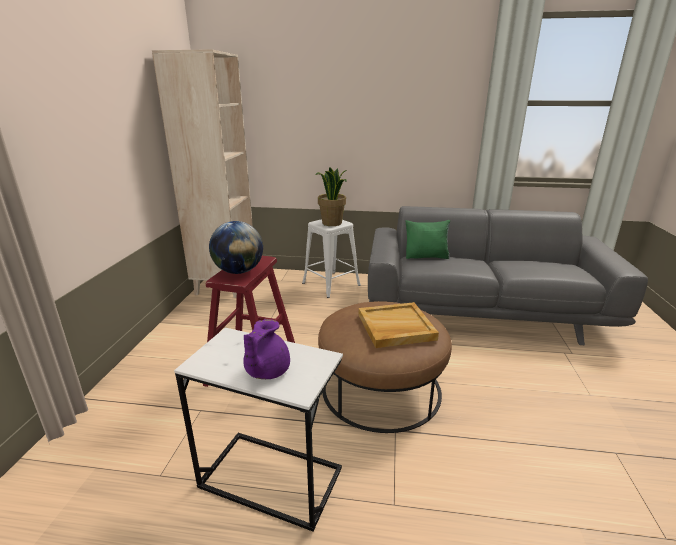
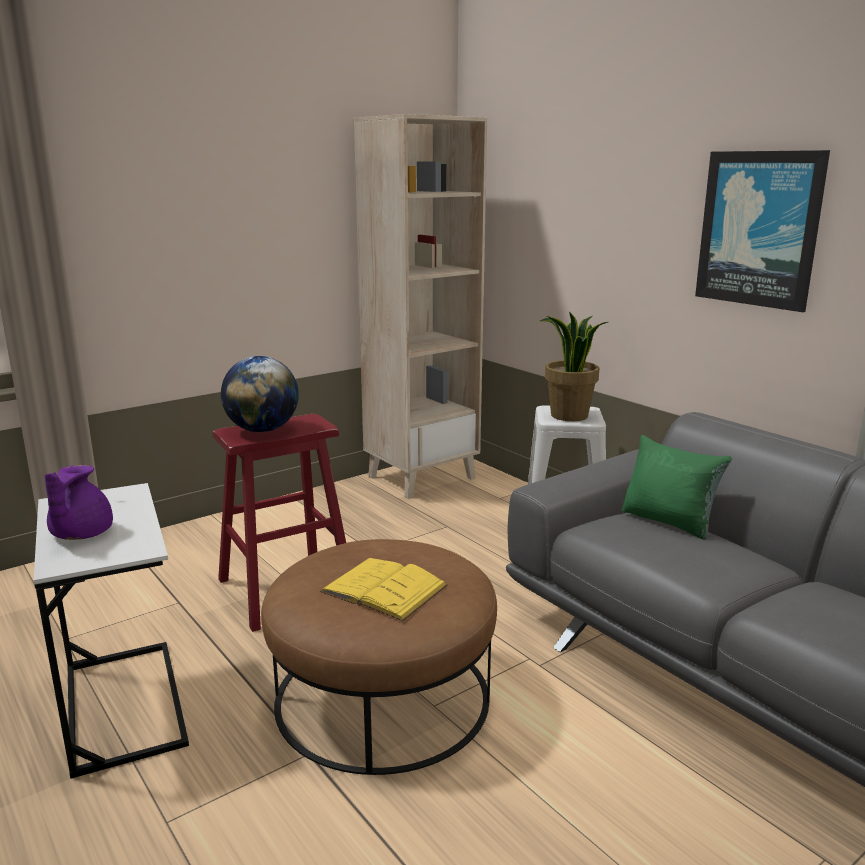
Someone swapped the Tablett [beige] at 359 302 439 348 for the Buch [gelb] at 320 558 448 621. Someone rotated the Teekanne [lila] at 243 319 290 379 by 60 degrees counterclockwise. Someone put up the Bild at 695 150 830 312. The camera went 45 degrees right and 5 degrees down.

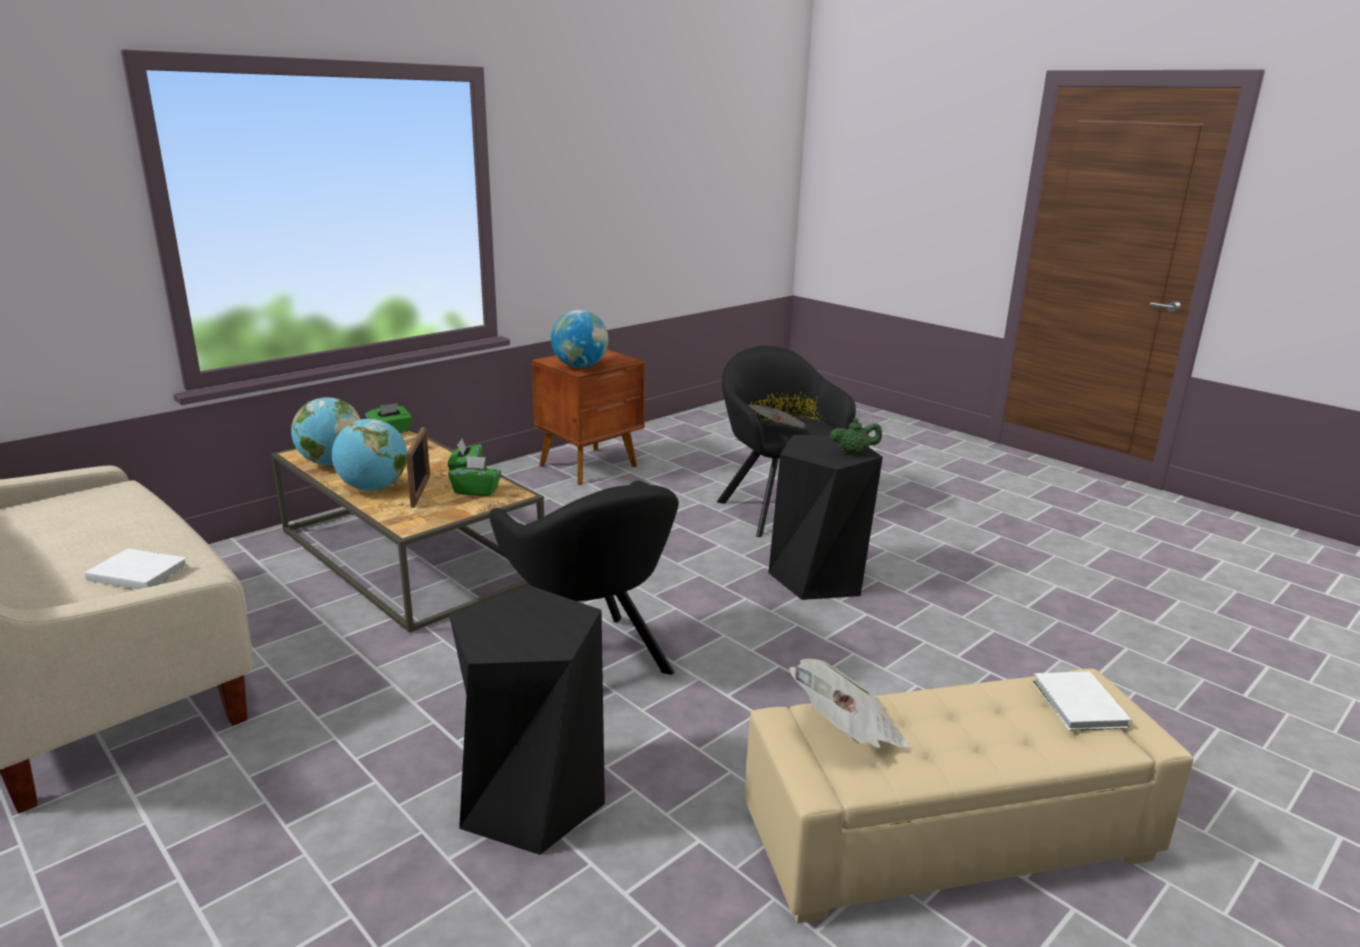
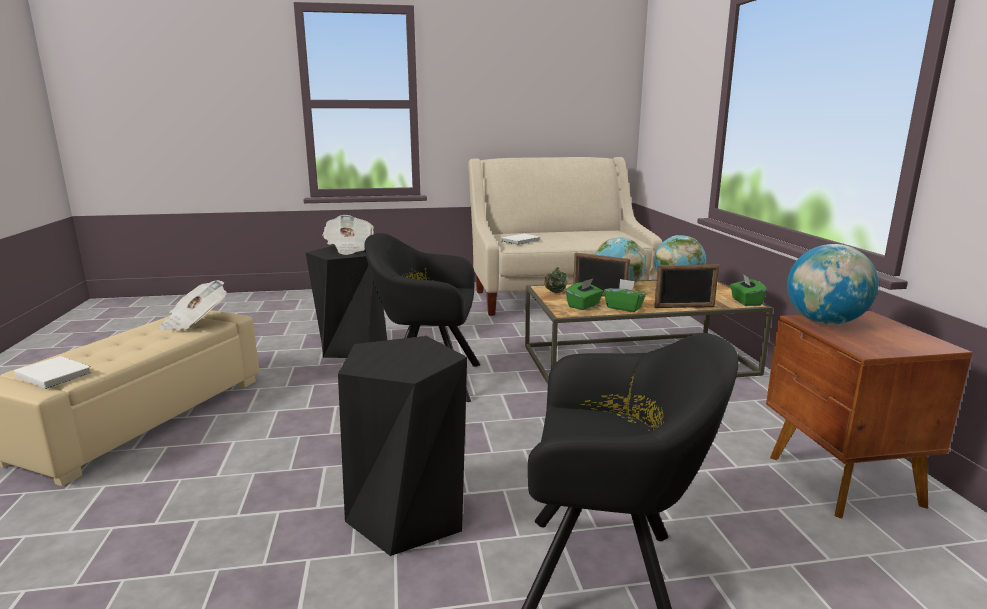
Someone carried the Zeitung from 748 405 807 428 to 322 215 374 255. Someone carried the Teekanne [grün] from 829 418 882 454 to 544 267 567 293. Someone put down the Bilderrahmen at 654 264 719 308. The camera went 125 degrees right and 5 degrees down.

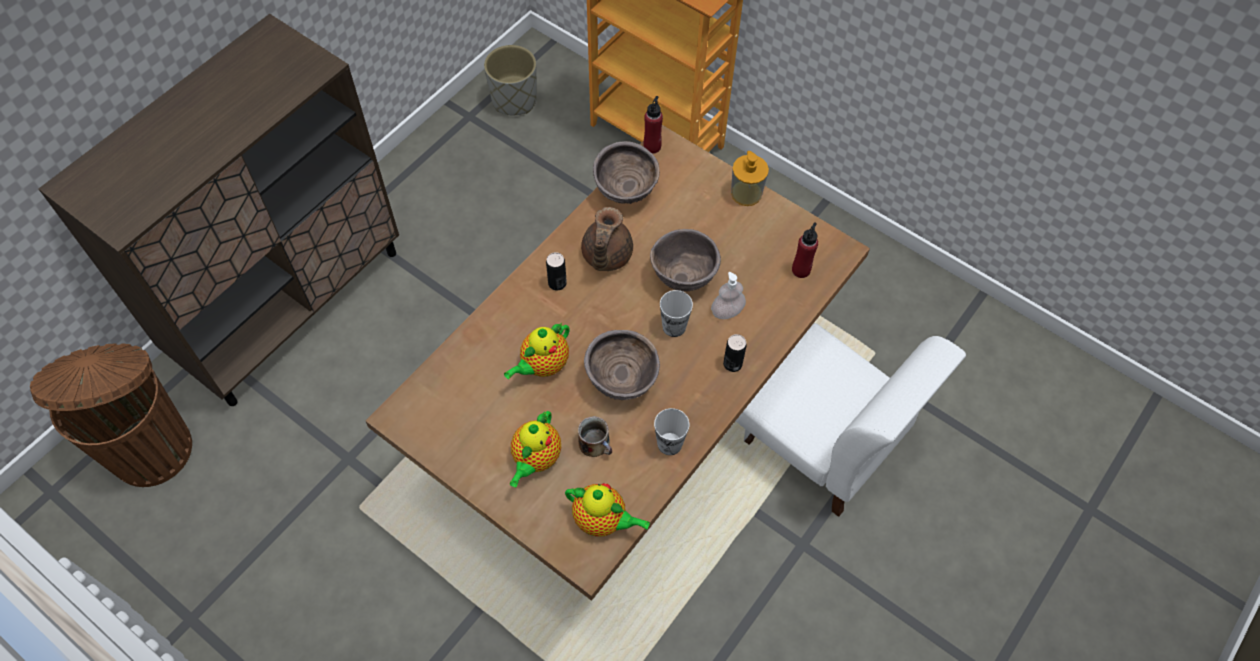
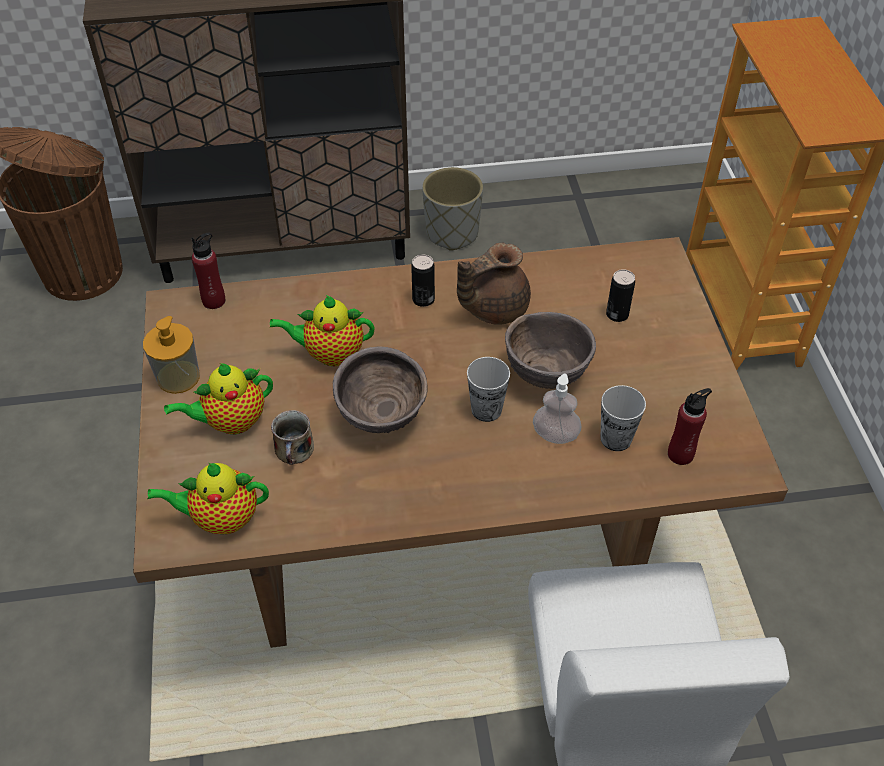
Someone carried the Pflanzkübel [grau] from 484 45 537 115 to 422 167 483 251. Someone carried the Flasche [rot] from 643 96 663 154 to 191 233 225 309. Someone took away the Schüssel [braun] at 593 141 660 204. Someone carried the Seifenspender from 731 151 769 206 to 143 316 200 394. Someone carried the Dose from 723 334 747 372 to 606 269 635 322. Someone carried the Tasse from 654 408 689 455 to 601 385 646 451. Someone rotated the Teekanne at 565 483 650 536 by 105 degrees clockwise. The camera went 45 degrees right and 10 degrees down.

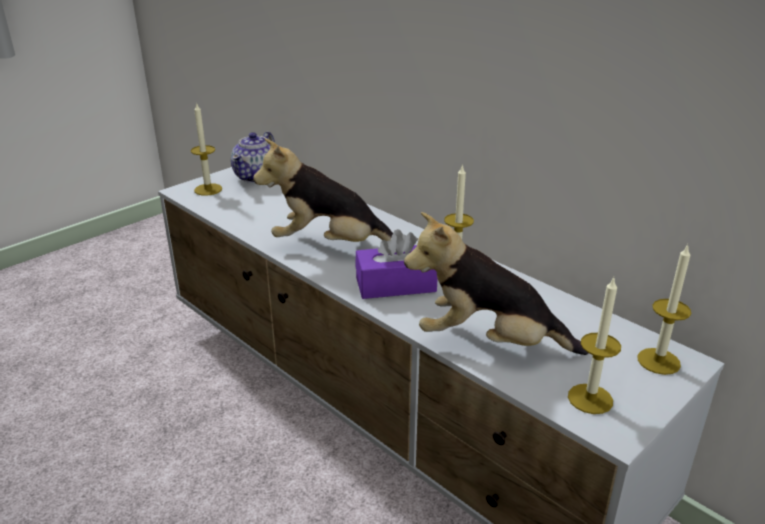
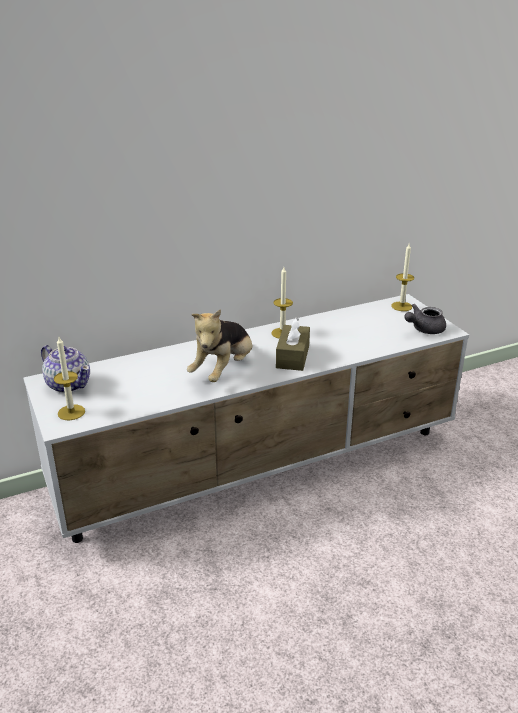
Someone took away the Plüschtier at 404 212 589 355. Someone repainted the Taschentuchbox [lila] at 355 229 437 299, which became the Taschentuchbox [braun] at 276 317 310 371. Someone swapped the Kerze at 568 278 621 414 for the Teekanne [grau] at 404 304 446 334. The camera went 70 degrees left and 0 degrees up.

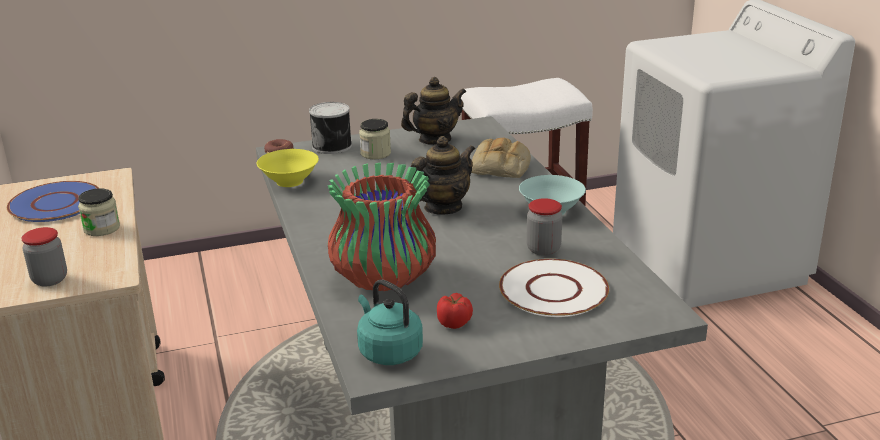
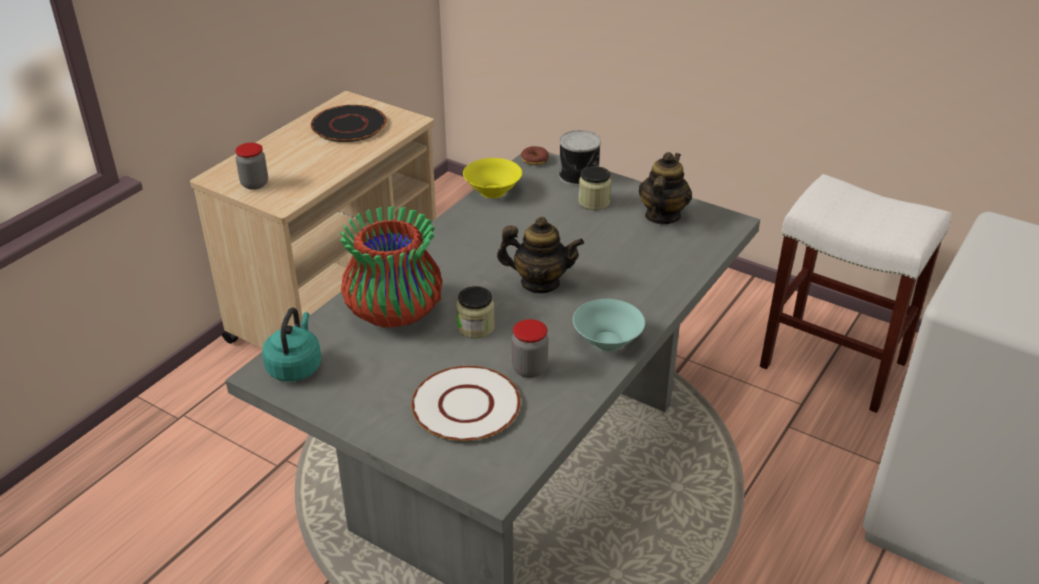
Someone rotated the Teekanne at 401 77 466 145 by 90 degrees counterclockwise. Someone took away the Brot at 472 138 531 178. Someone repainted the Teller [blau] at 7 181 99 222, which became the Teller [schwarz] at 311 105 387 142. Someone carried the Vorratsglas from 78 188 120 236 to 456 286 495 339. Someone took away the Tomate at 437 293 473 329. The camera went 50 degrees right and 10 degrees up.

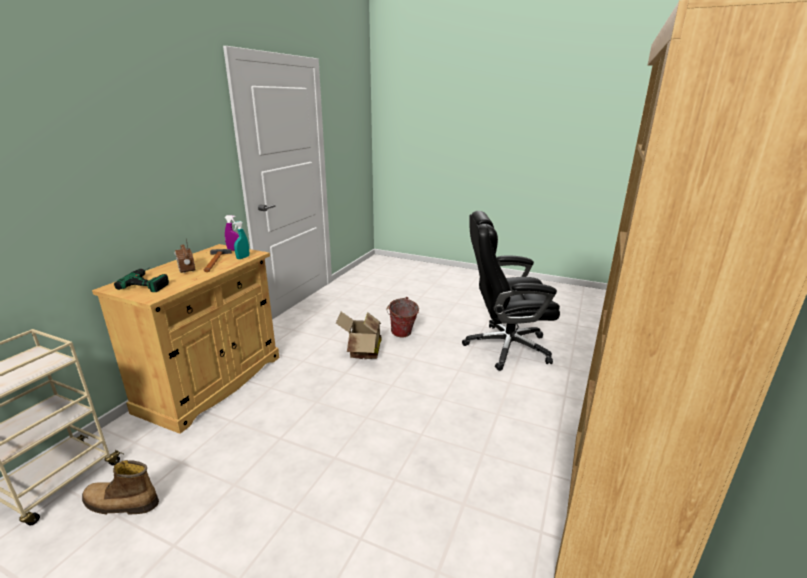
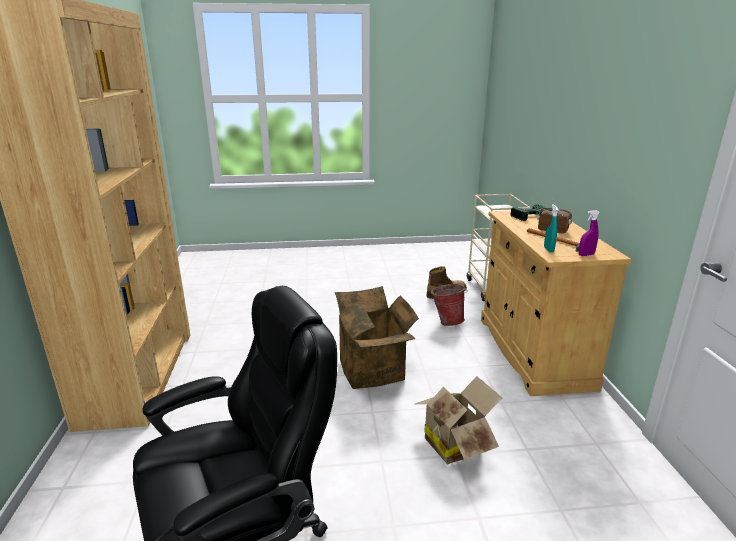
Someone carried the Eimer from 387 297 419 338 to 431 284 468 326. Someone put down the Karton at 335 286 419 389. The camera went 150 degrees right and 0 degrees up.

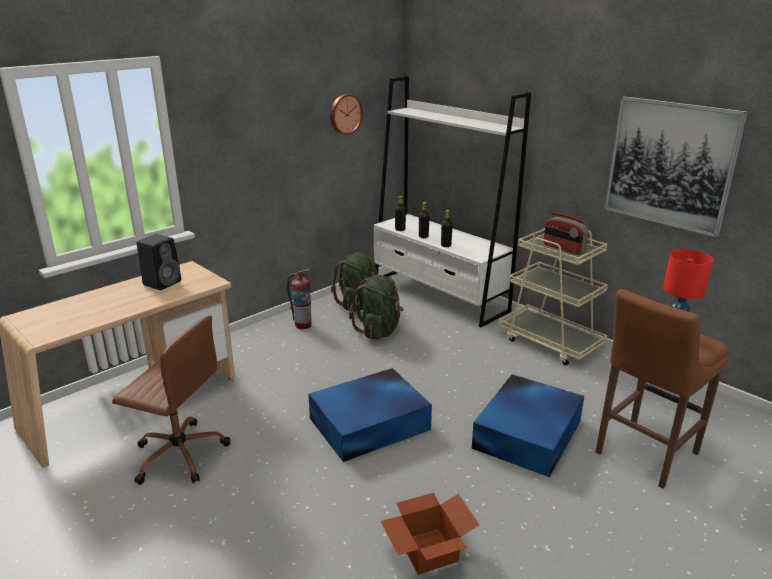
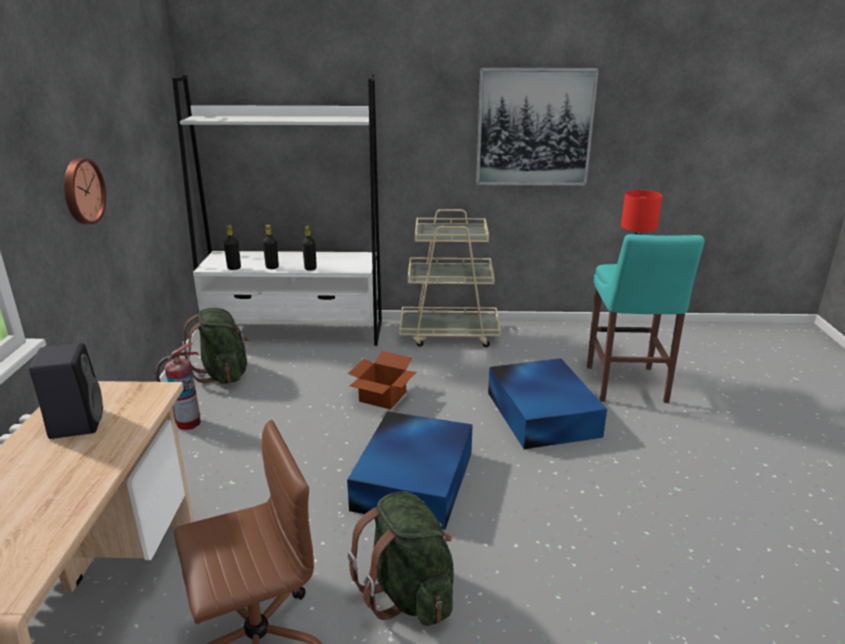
Someone carried the Wanduhr from 330 94 363 135 to 64 158 106 224. Someone took away the Radio at 543 212 589 255. Someone carried the Rucksack [grün] from 349 275 404 339 to 348 491 454 626. Someone repainted the Hocker [braun] at 595 289 729 489, which became the Hocker [türkis] at 587 234 704 403. Someone carried the Karton from 381 493 479 575 to 348 351 416 410. The camera went 45 degrees left and 0 degrees up.

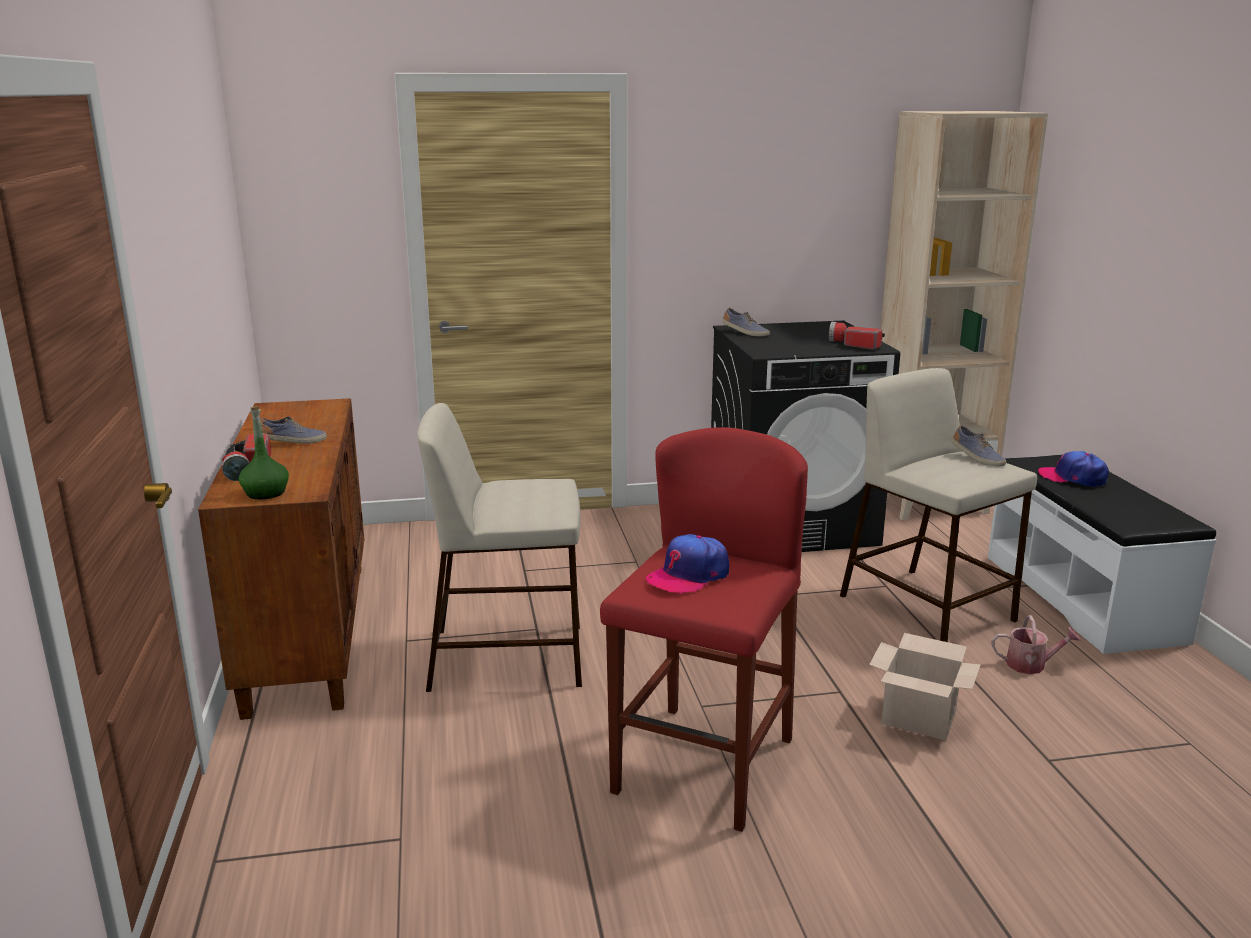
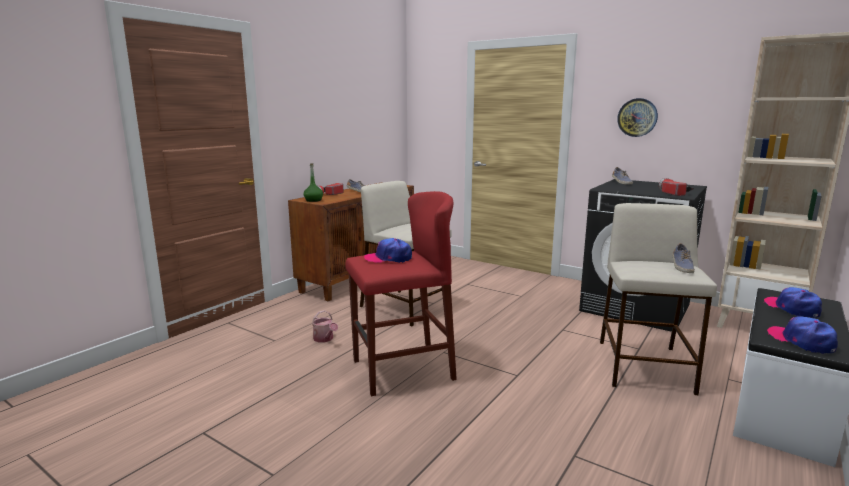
Someone carried the Gießkanne from 991 615 1081 674 to 312 310 338 343. Someone took away the Karton at 869 633 981 741. Someone put up the Wanduhr at 617 98 658 137. Someone put down the Kappe at 767 317 838 354. The camera went 45 degrees right and 5 degrees down.

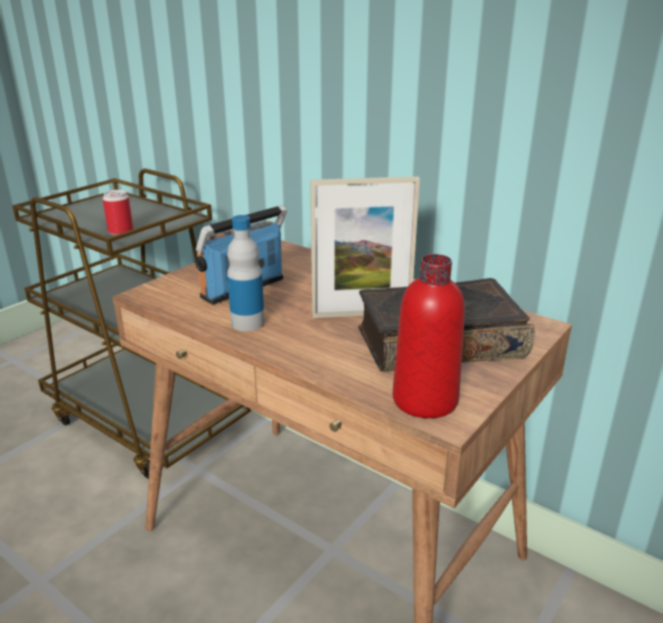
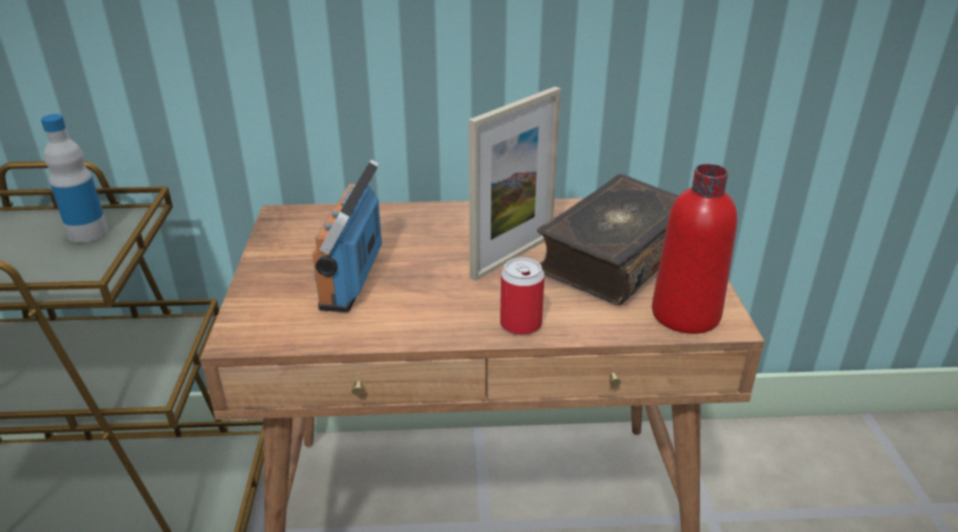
Someone carried the Dose from 103 190 133 235 to 500 257 545 335. Someone carried the Flasche from 227 215 265 331 to 41 114 108 243. The camera went 40 degrees left and 5 degrees up.

